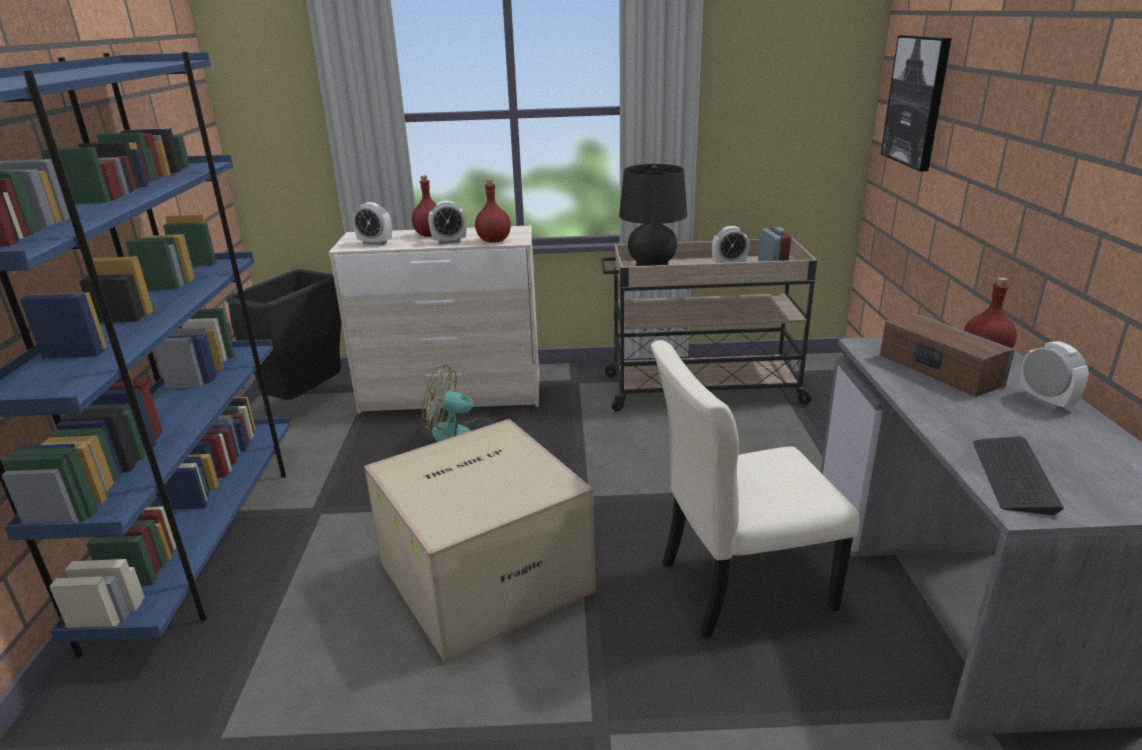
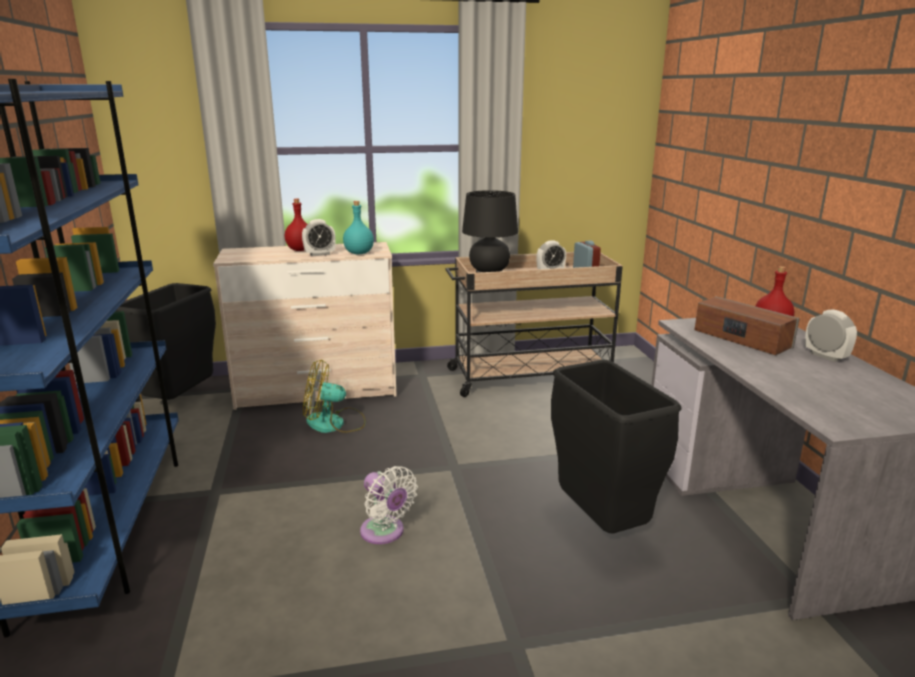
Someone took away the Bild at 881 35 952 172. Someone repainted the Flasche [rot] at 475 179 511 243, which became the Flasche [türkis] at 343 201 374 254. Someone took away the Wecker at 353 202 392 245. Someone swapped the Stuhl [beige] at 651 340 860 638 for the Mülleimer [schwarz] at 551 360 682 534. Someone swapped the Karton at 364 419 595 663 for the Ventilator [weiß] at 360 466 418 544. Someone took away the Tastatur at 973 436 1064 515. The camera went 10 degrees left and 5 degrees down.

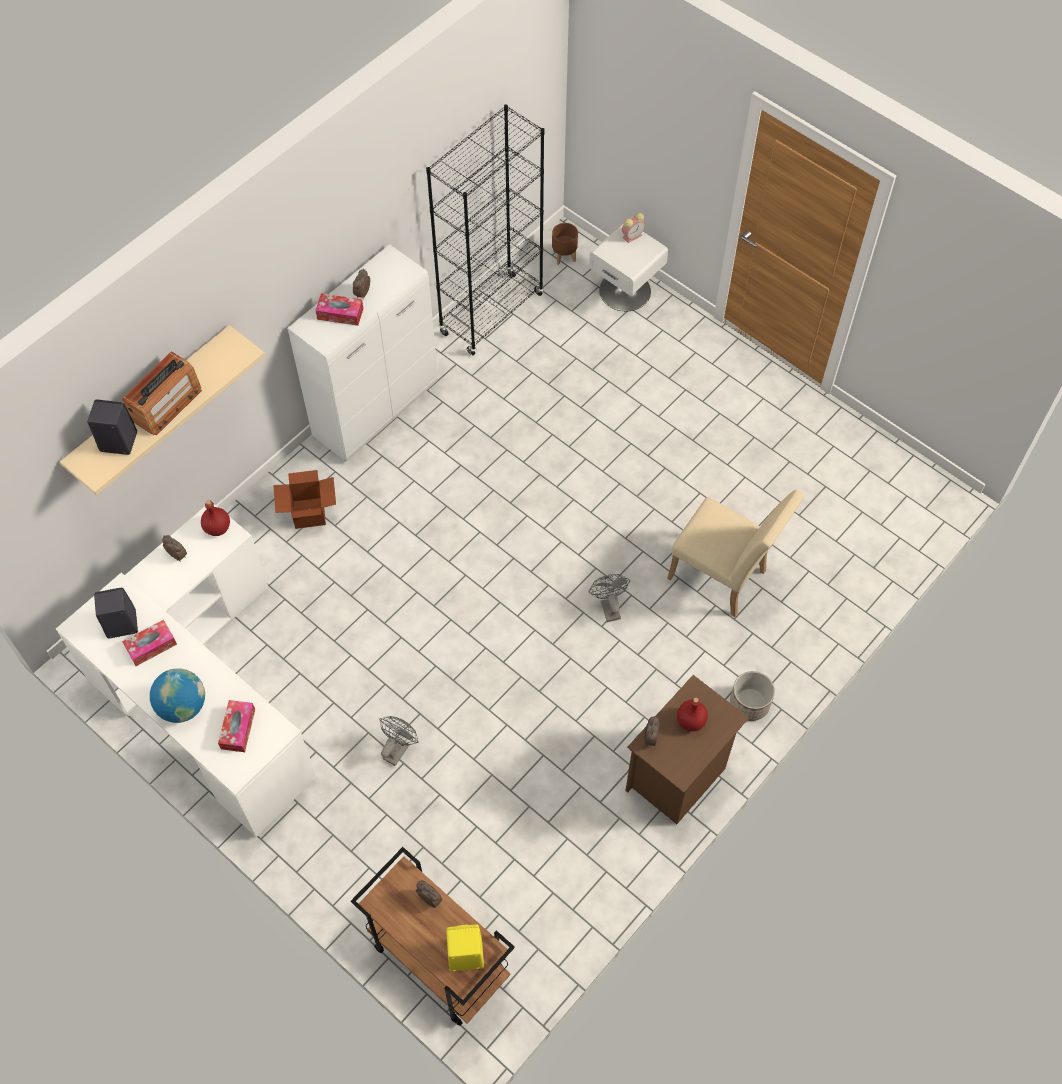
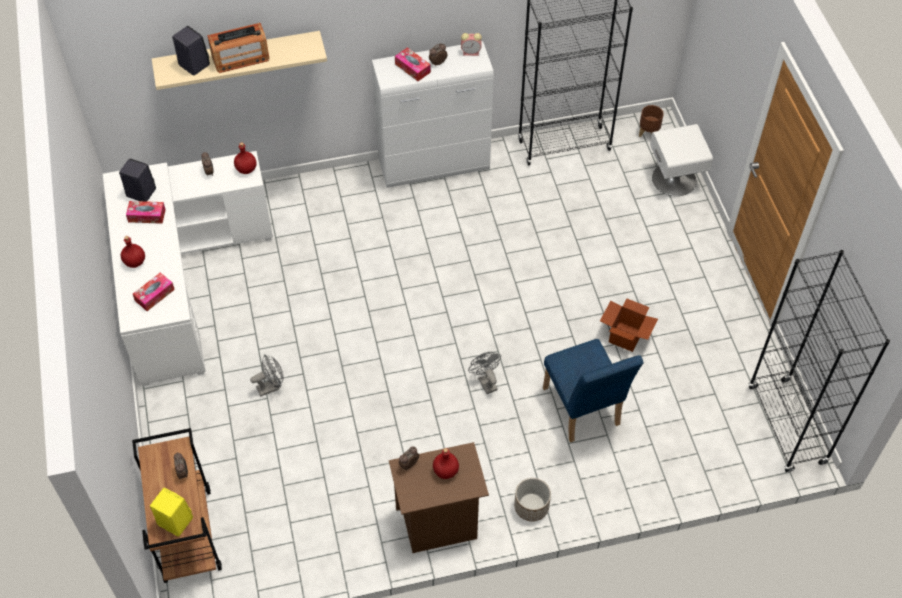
Someone carried the Wecker from 622 213 645 243 to 461 33 482 56. Someone carried the Karton from 273 470 336 529 to 600 298 658 352. Someone repainted the Stuhl [beige] at 667 490 804 617, which became the Stuhl [blau] at 543 339 644 442. Someone rotated the Ventilator [grau] at 588 574 630 622 by 45 degrees counterclockwise. Someone swapped the Globus at 150 668 205 723 for the Flasche [rot] at 121 236 145 268. Someone put down the Bücherregal [schwarz] at 749 250 890 473. The camera went 35 degrees right and 5 degrees down.

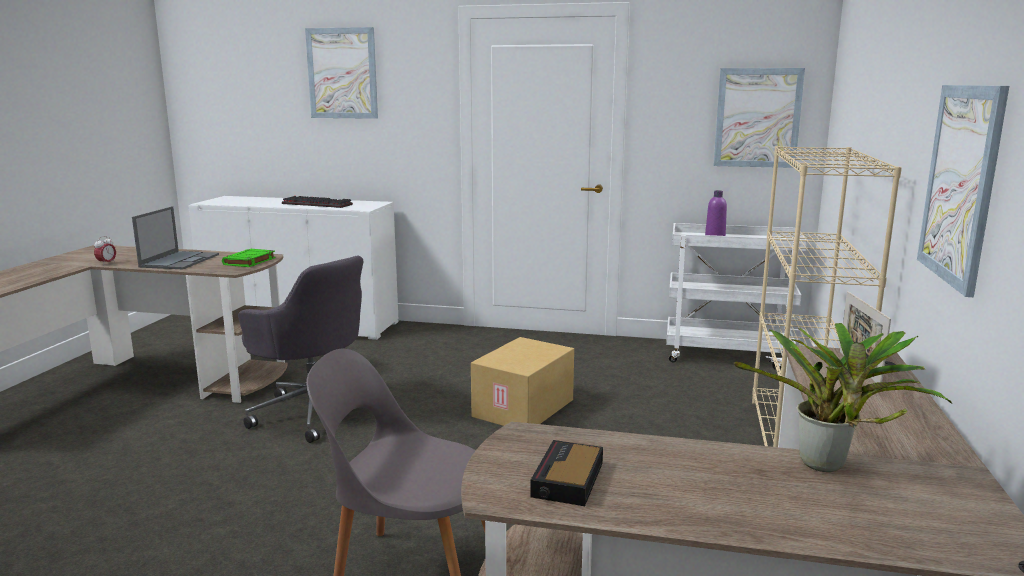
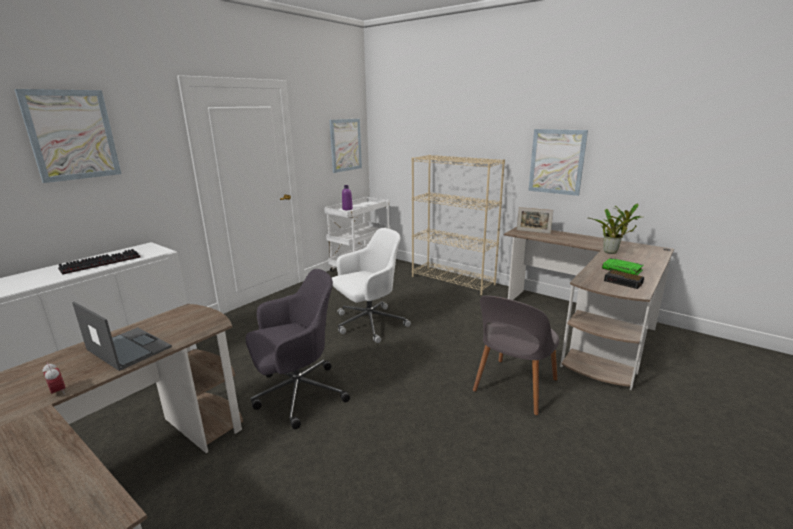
Someone carried the Buch [grün] from 222 249 275 267 to 602 258 644 275. Someone swapped the Karton at 471 337 574 426 for the Bürostuhl [weiß] at 332 228 411 343. The camera went 65 degrees left and 5 degrees up.

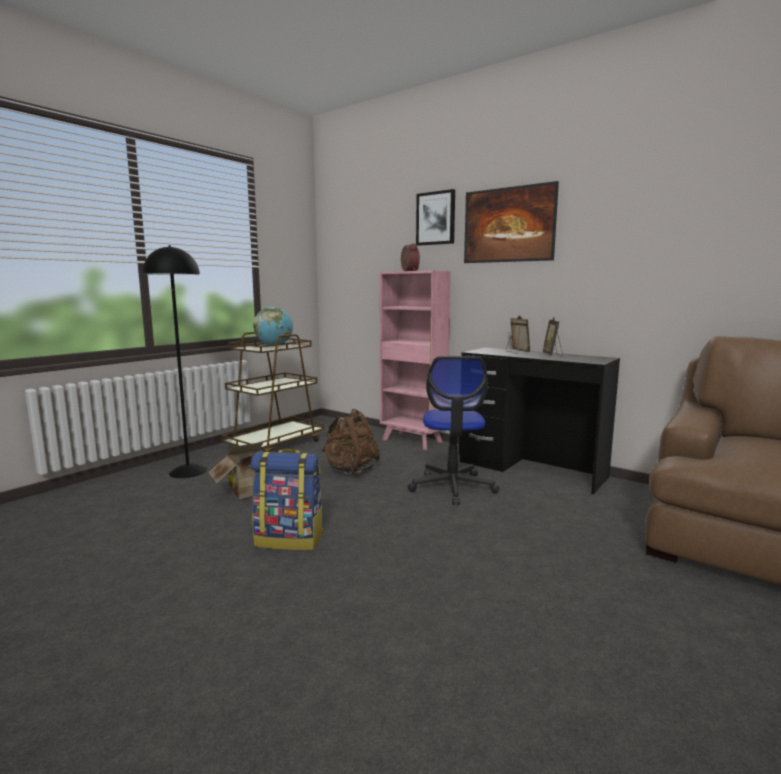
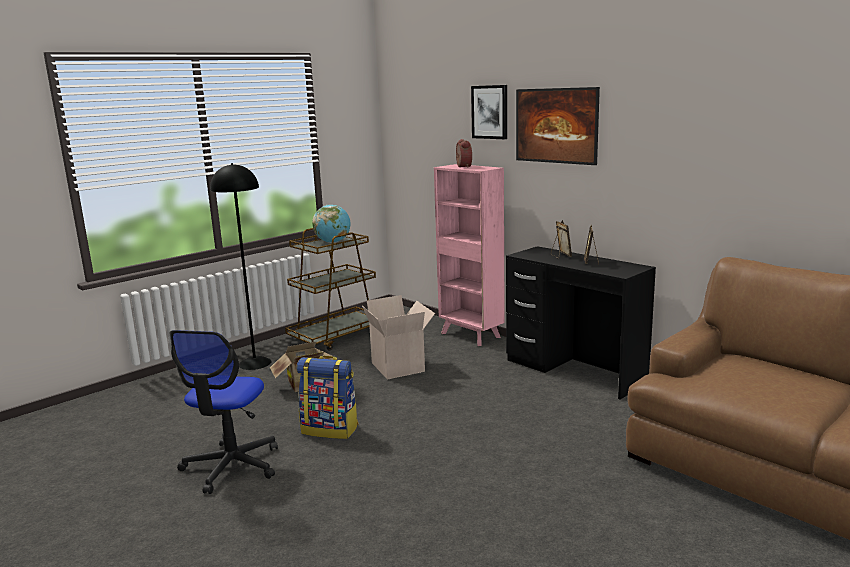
Someone carried the Bürostuhl from 408 356 499 505 to 170 330 278 494. Someone swapped the Rucksack [braun] at 322 409 381 476 for the Karton at 362 295 435 380. The camera went 10 degrees right and 5 degrees up.

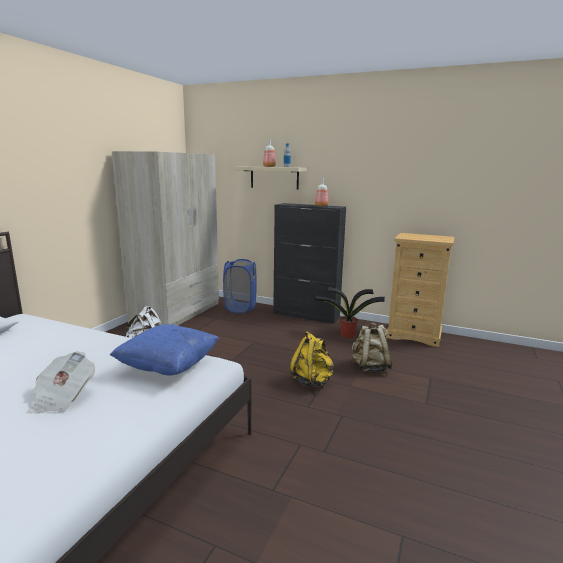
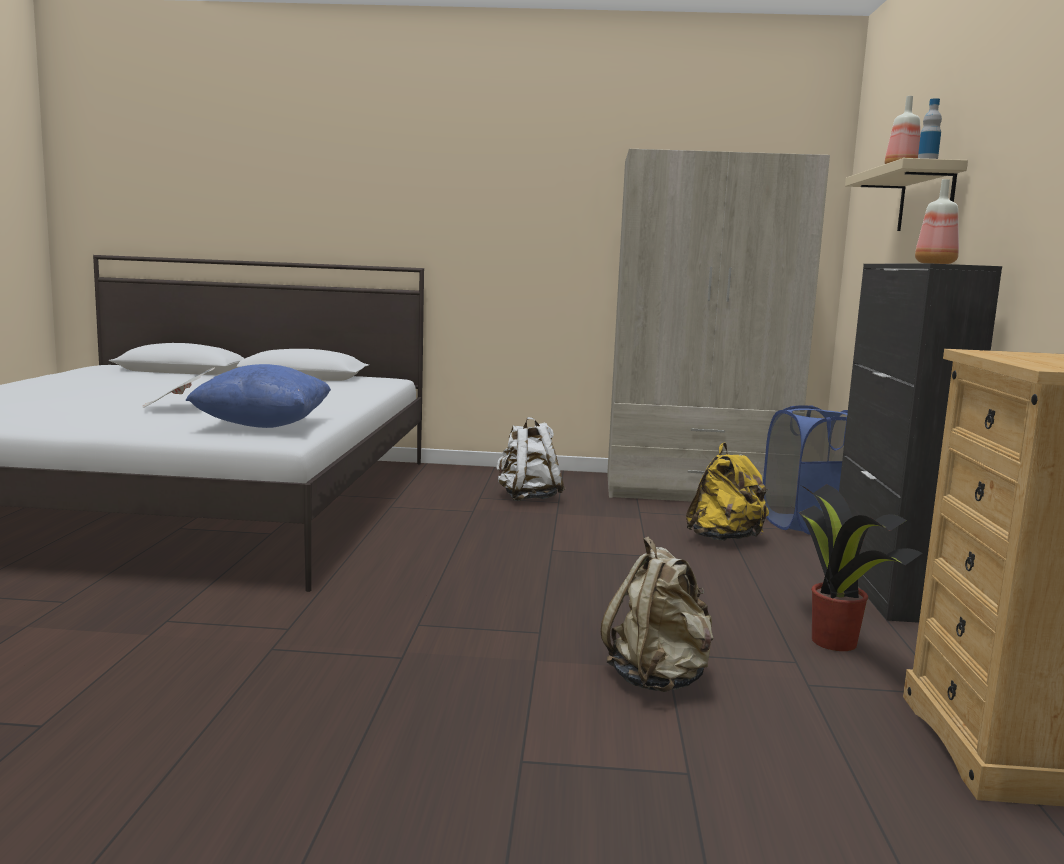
Someone carried the Rucksack [gelb] from 290 331 334 388 to 686 443 769 541. The camera went 70 degrees right and 5 degrees down.

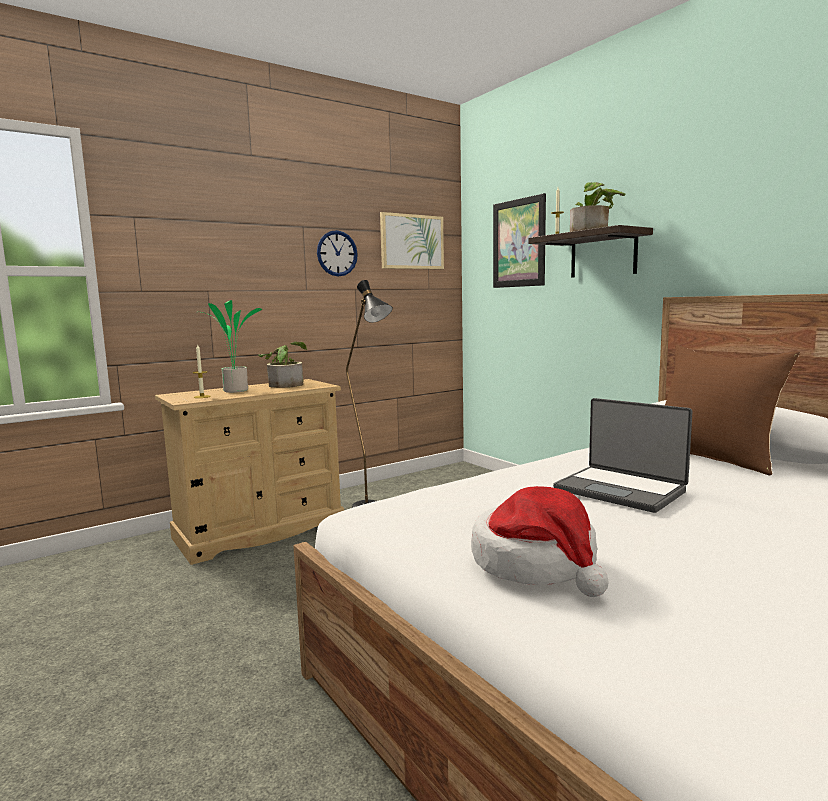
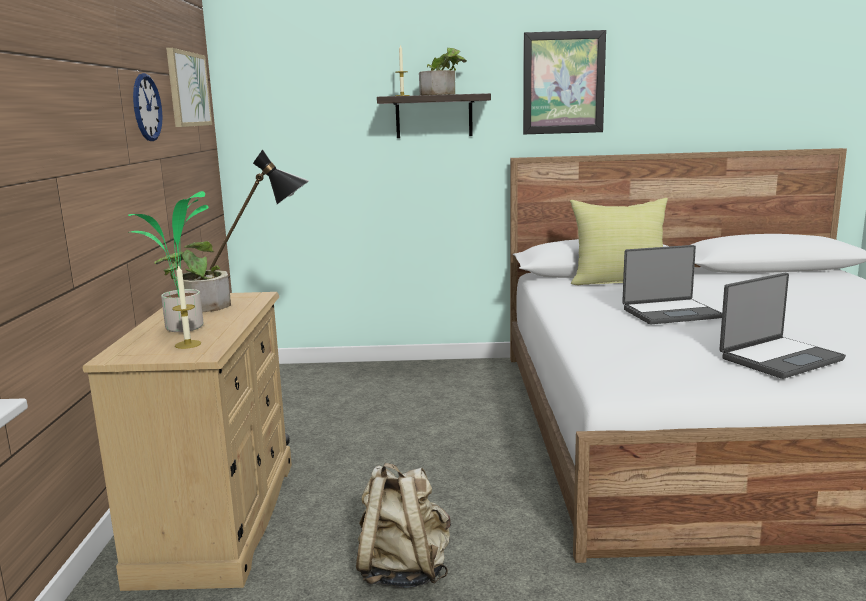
Someone carried the Bild from 493 193 546 288 to 523 30 606 134. Someone repainted the Kissen [braun] at 665 345 800 475, which became the Kissen [gelb] at 570 198 668 285. Someone swapped the Hut at 471 486 609 597 for the Laptop at 719 273 846 379. Someone put down the Rucksack [beige] at 356 463 451 588. The camera went 55 degrees left and 5 degrees up.

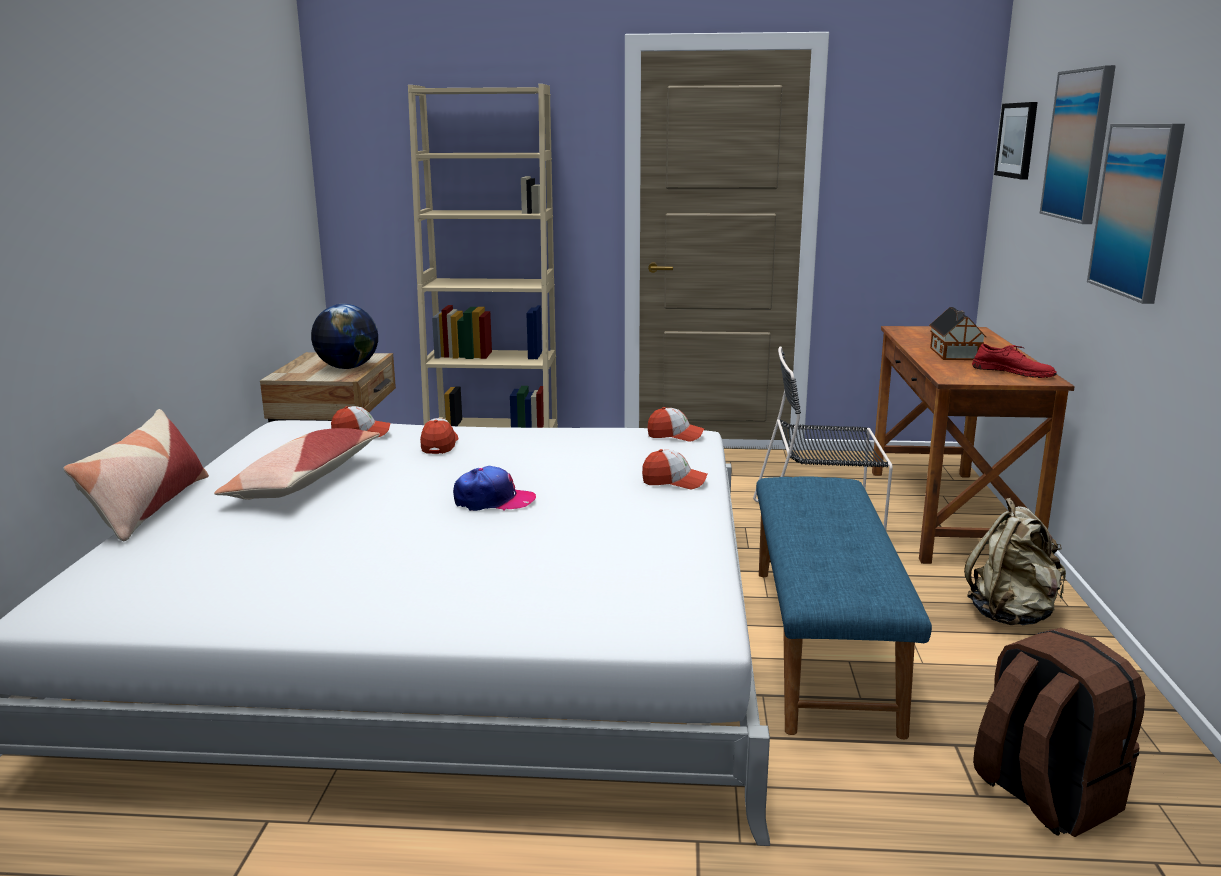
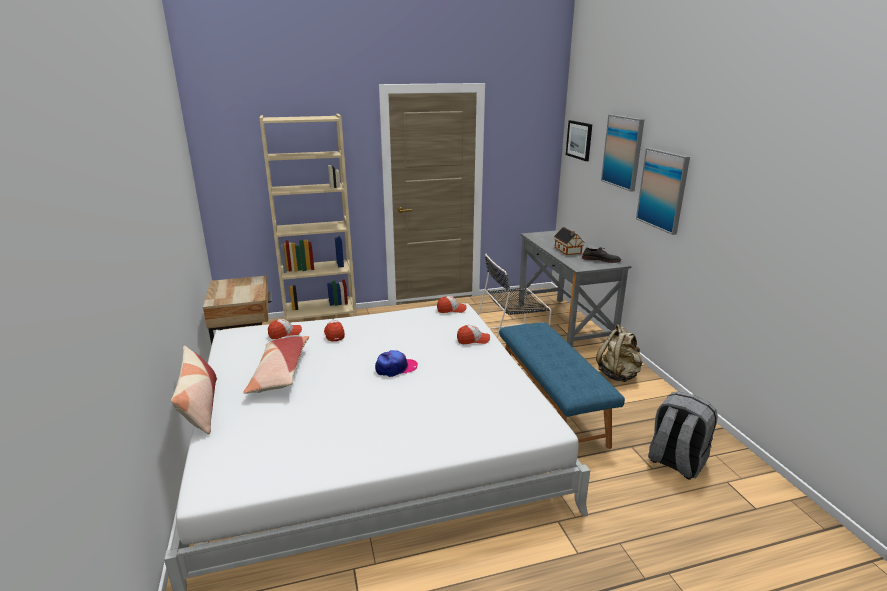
Someone took away the Globus at 311 304 378 369. Someone repainted the Schreibtisch [braun] at 872 326 1075 564, which became the Schreibtisch [grau] at 519 230 632 347. Someone repainted the Schuh [rot] at 972 344 1057 378, which became the Schuh [grau] at 582 247 621 263. Someone repainted the Rucksack [braun] at 973 628 1145 837, which became the Rucksack [grau] at 648 392 718 480. The camera went 20 degrees left and 5 degrees up.

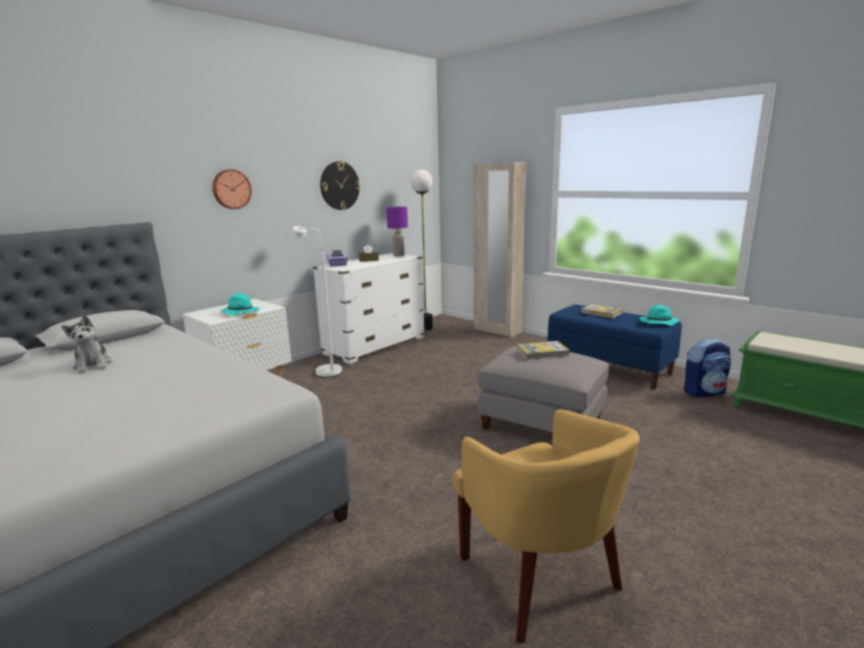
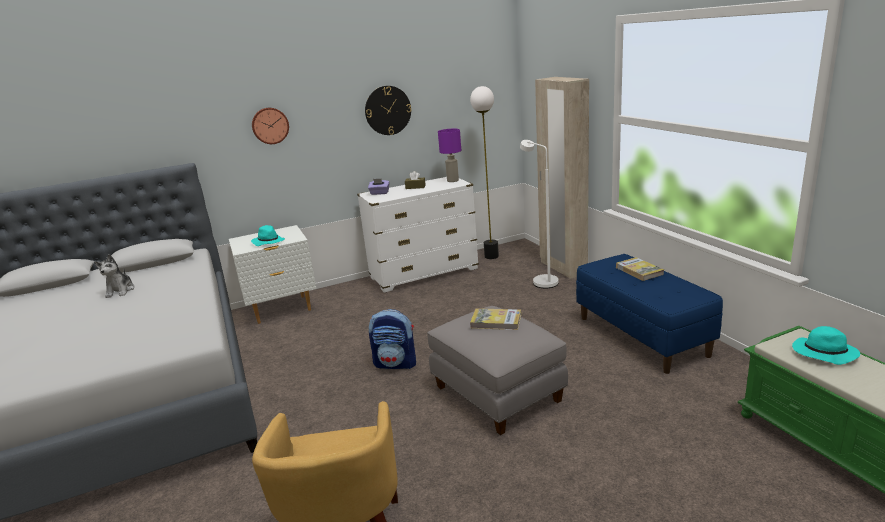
Someone carried the Stehlampe [weiß] from 292 226 342 378 to 520 140 558 288. Someone carried the Hut [türkis] from 640 305 679 326 to 792 326 860 365. Someone carried the Rucksack from 684 338 731 398 to 369 309 416 369. The camera went 25 degrees right and 5 degrees up.

